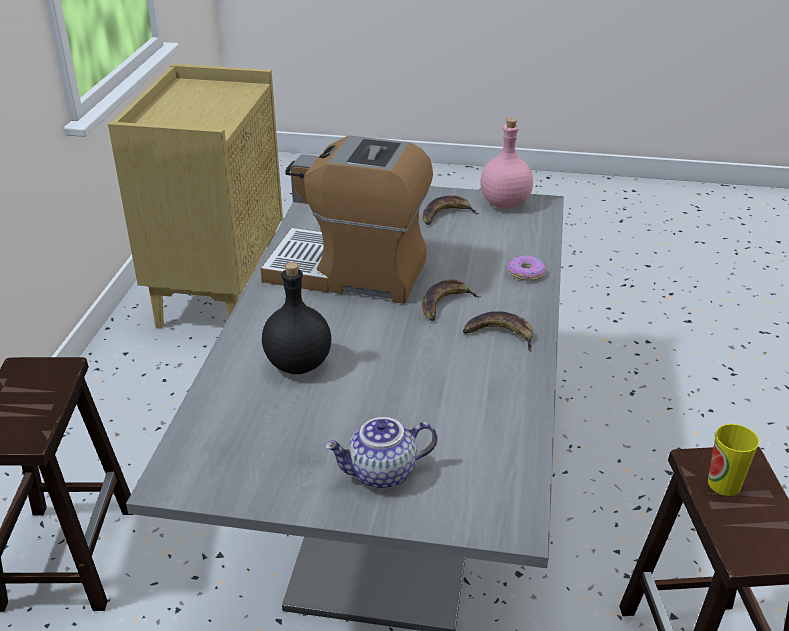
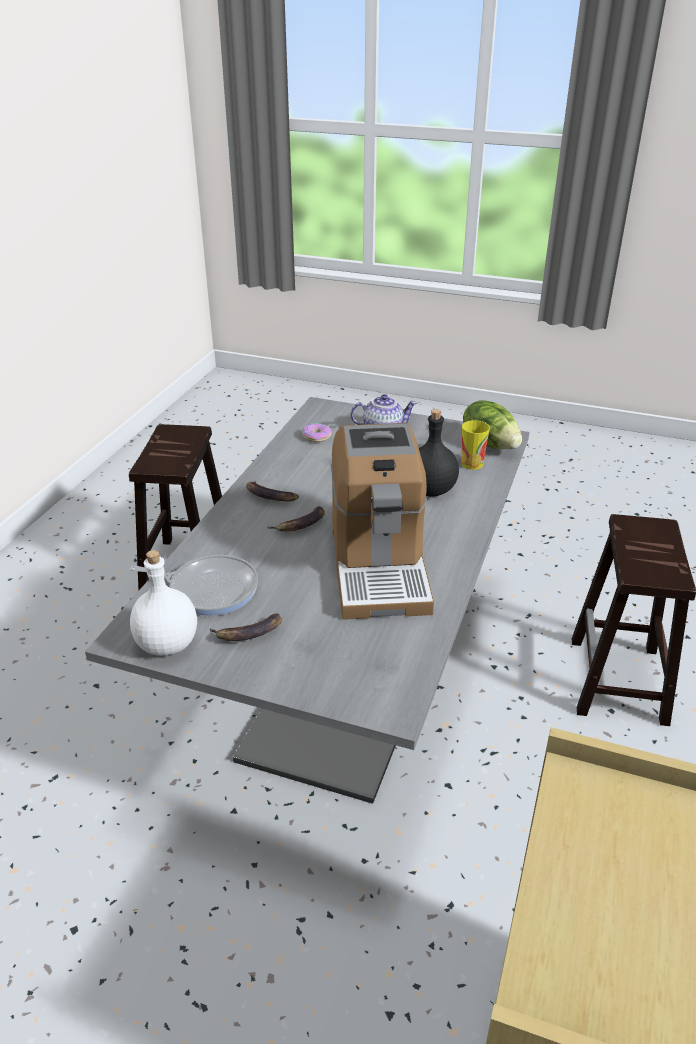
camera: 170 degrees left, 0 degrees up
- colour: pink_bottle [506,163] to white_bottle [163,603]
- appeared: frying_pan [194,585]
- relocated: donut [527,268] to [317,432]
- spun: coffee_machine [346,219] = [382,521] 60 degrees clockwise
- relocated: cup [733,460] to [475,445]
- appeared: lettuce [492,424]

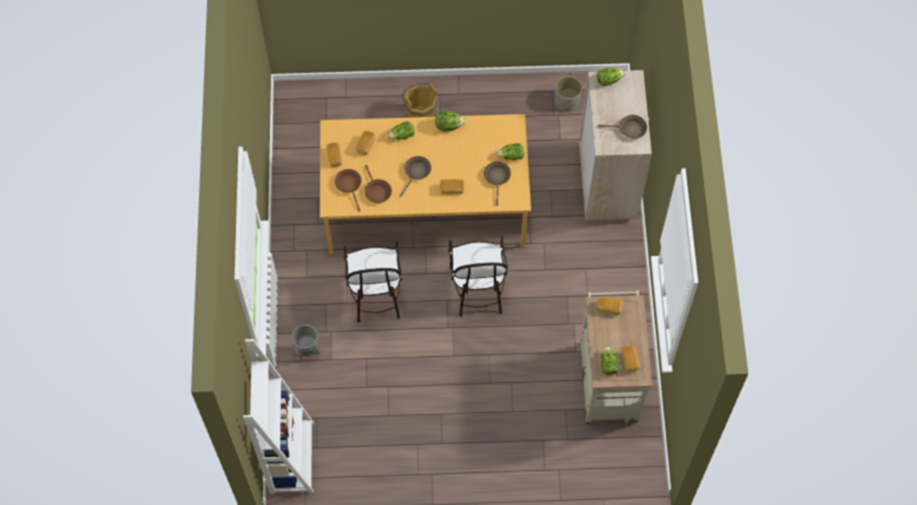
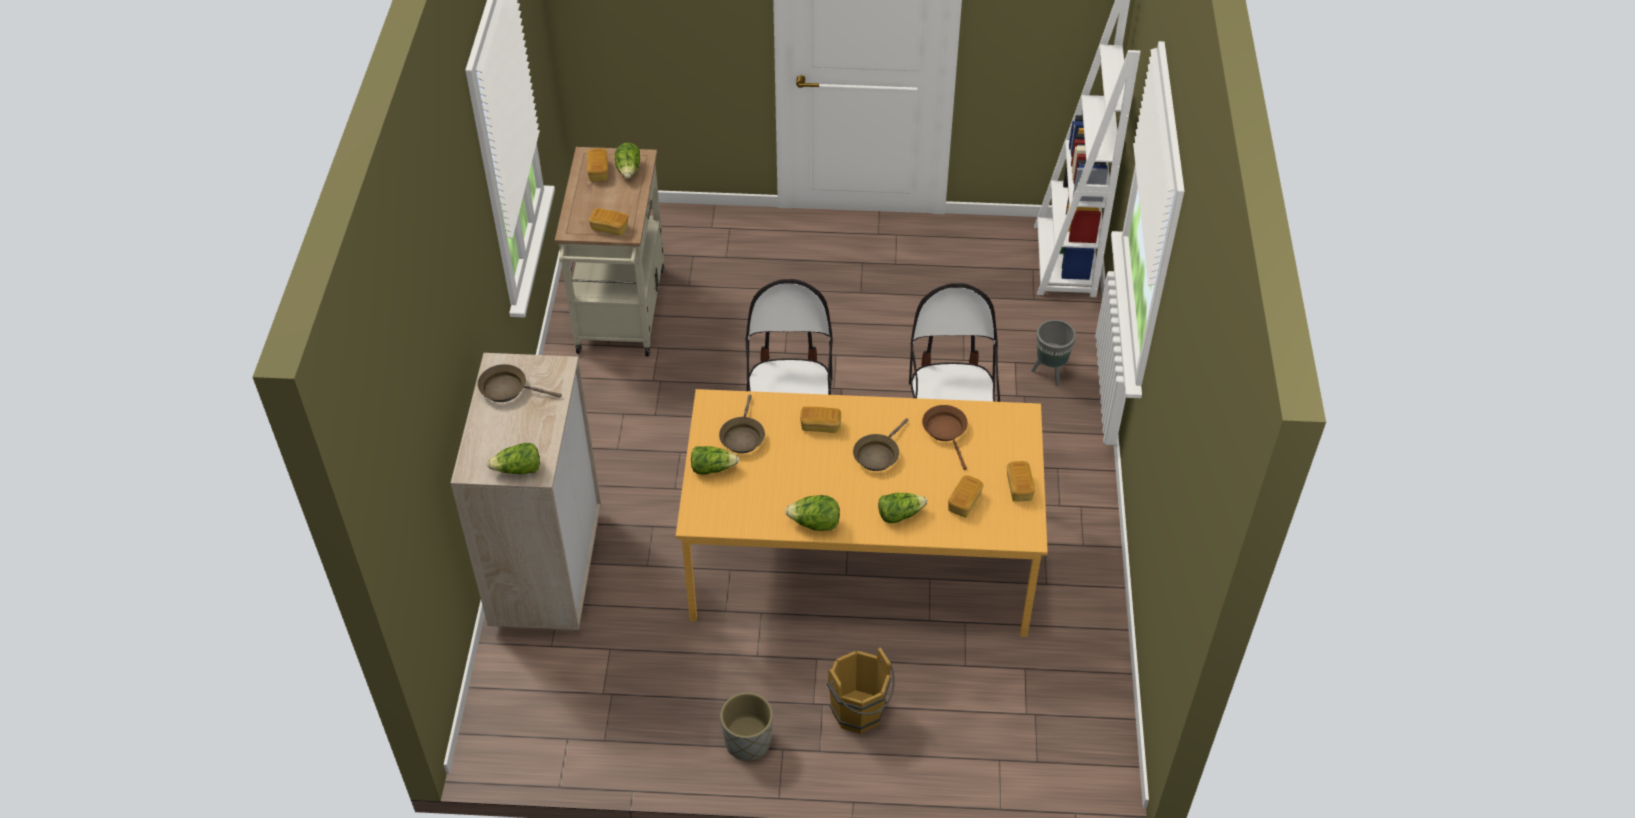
camera: 175 degrees left, 15 degrees down
- relocated: grey_planter [568,94] to [746,726]
- missing: brown_frying_pan [348,190]

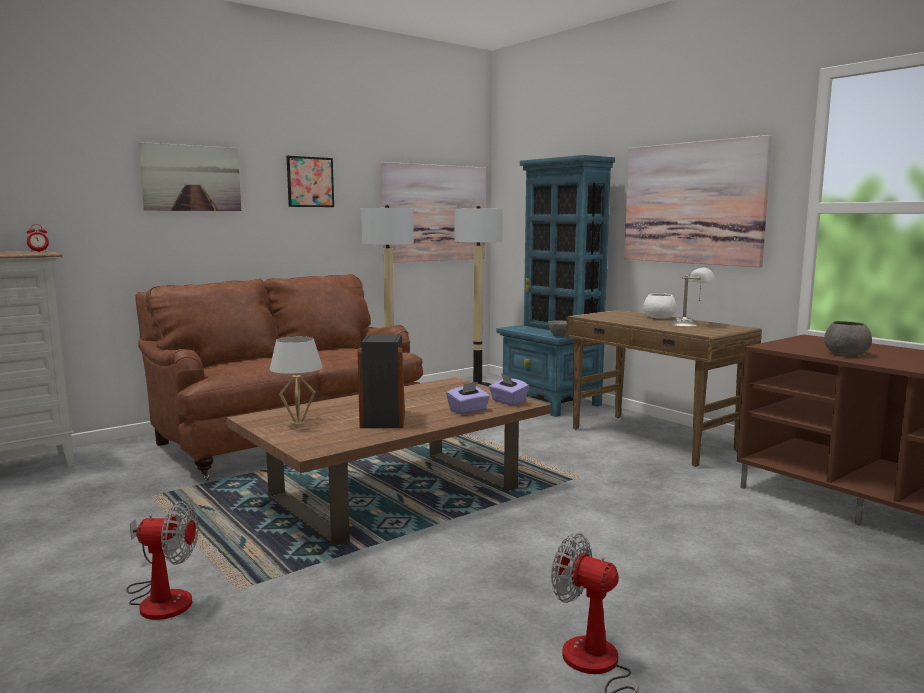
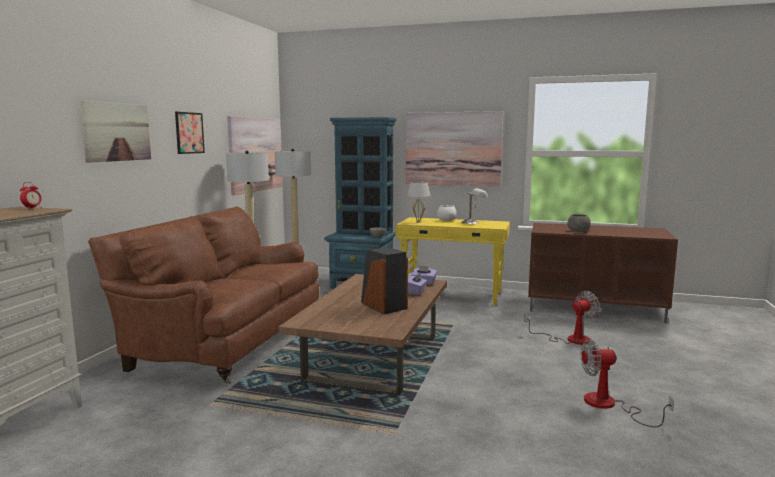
camera: 35 degrees left, 0 degrees up
- colour: brown_console_table [664,388] to yellow_console_table [453,261]
- relocated: white_table_lamp [296,381] to [419,202]
- relocated: fan [162,560] to [562,318]

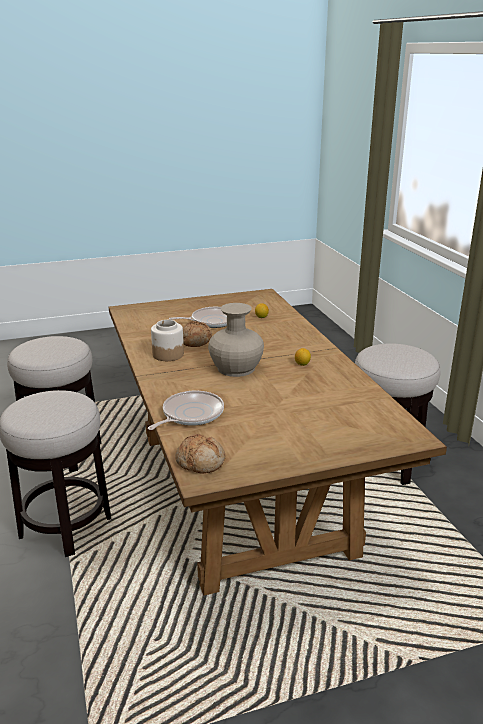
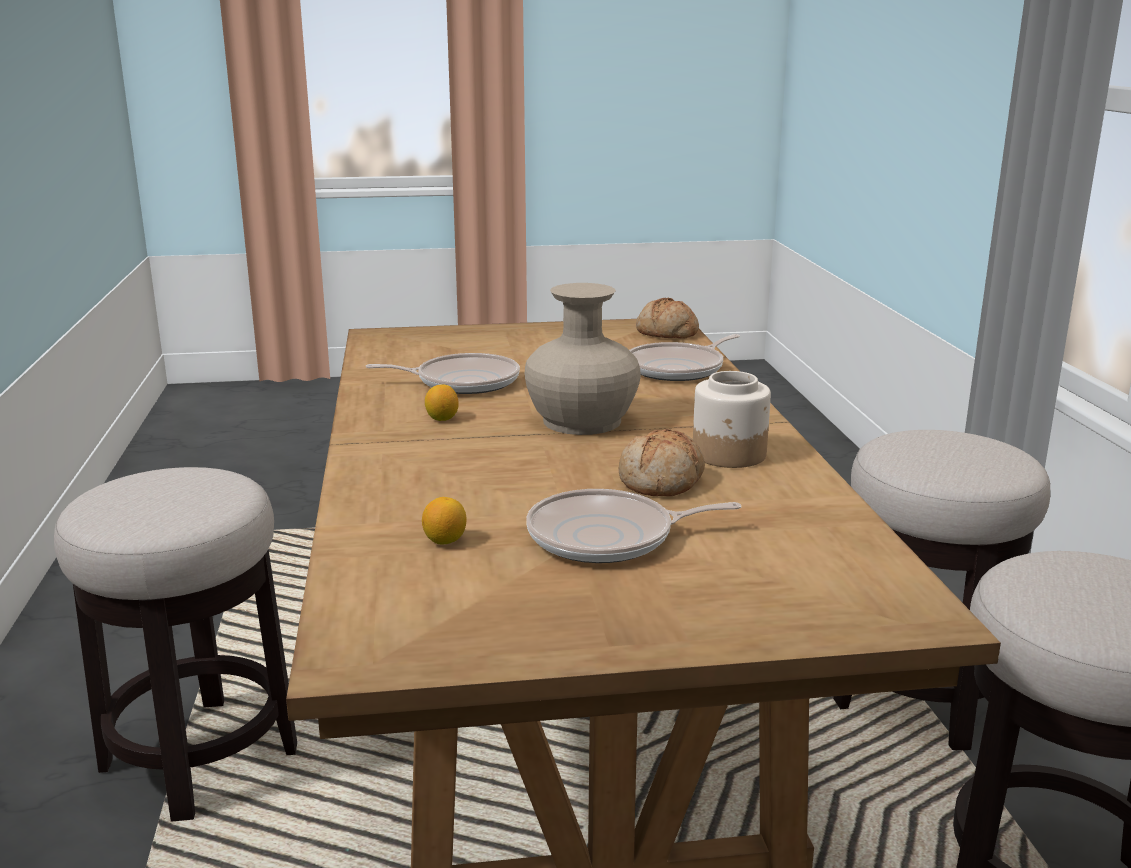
camera: 170 degrees left, 5 degrees down
- appeared: frying_pan [442,373]

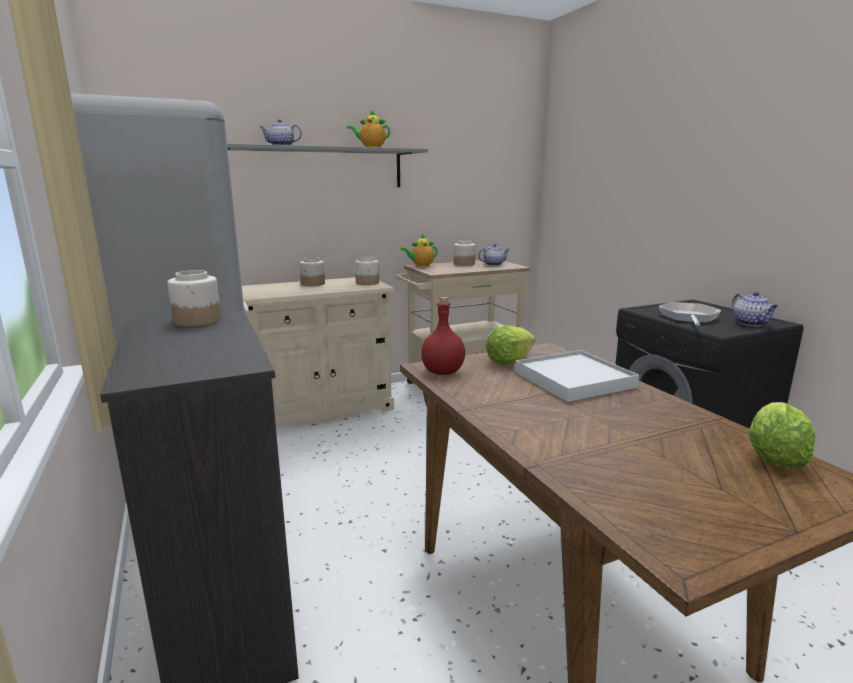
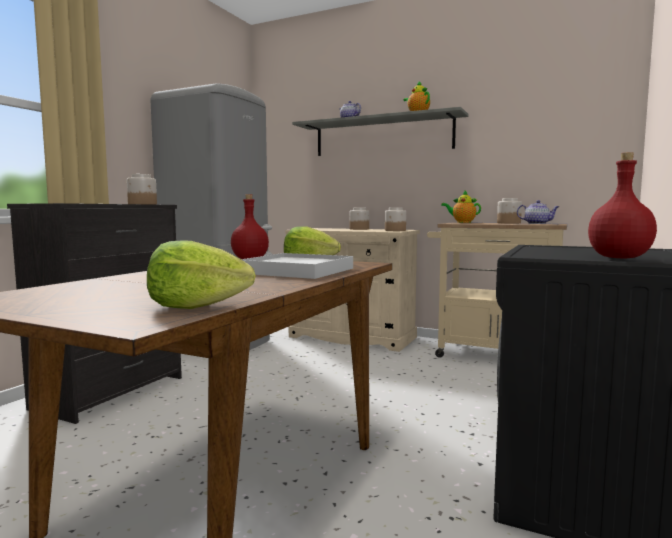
camera: 50 degrees right, 10 degrees down
- exchanged: teapot [755,308] to red_bottle [622,205]
- missing: frying_pan [690,314]

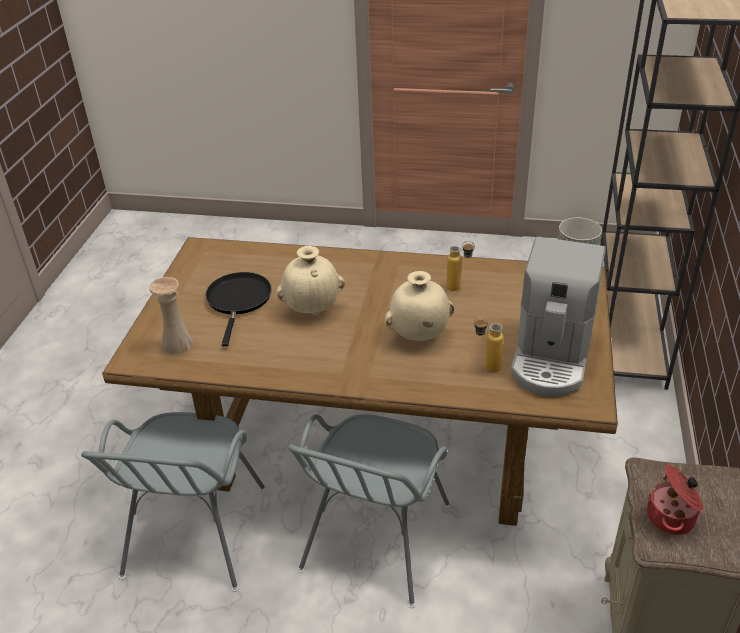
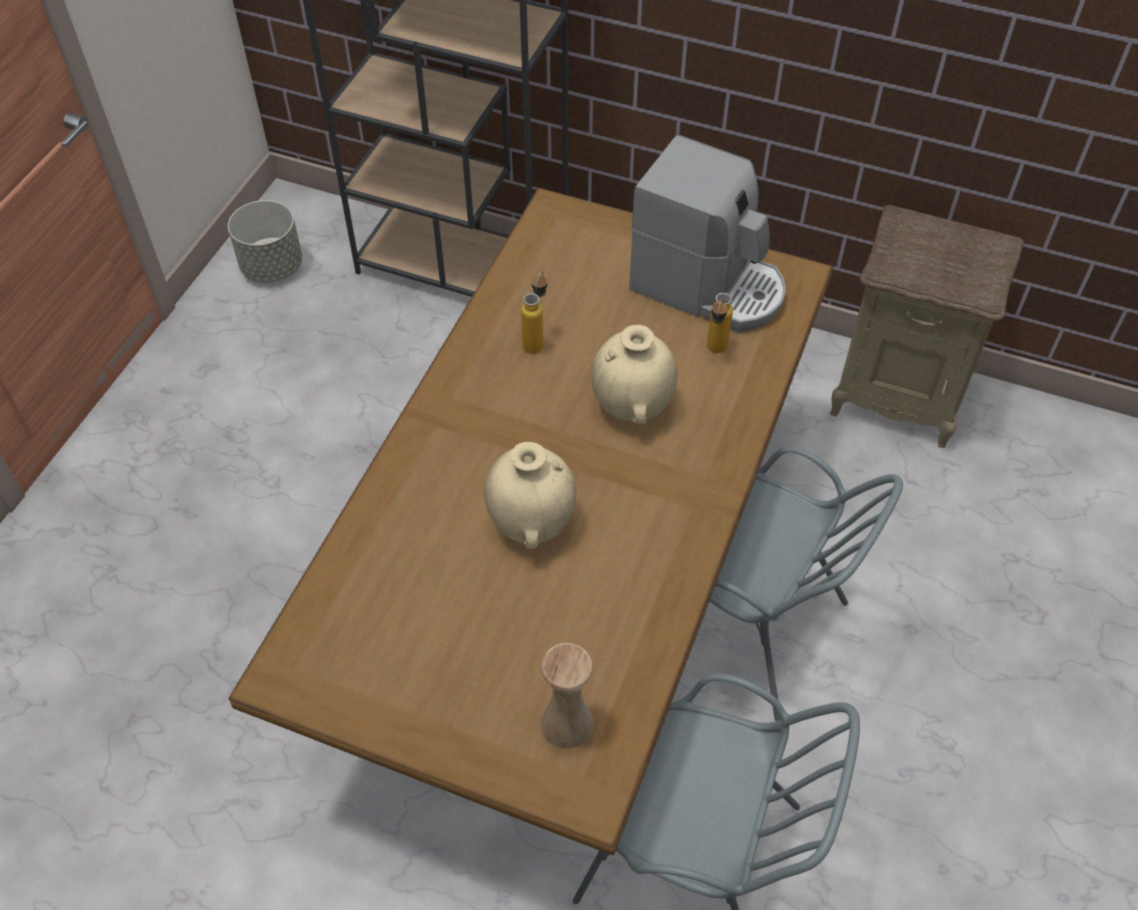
camera: 80 degrees left, 15 degrees up
- missing: black_frying_pan [238,309]
- missing: cooking_pot [675,500]

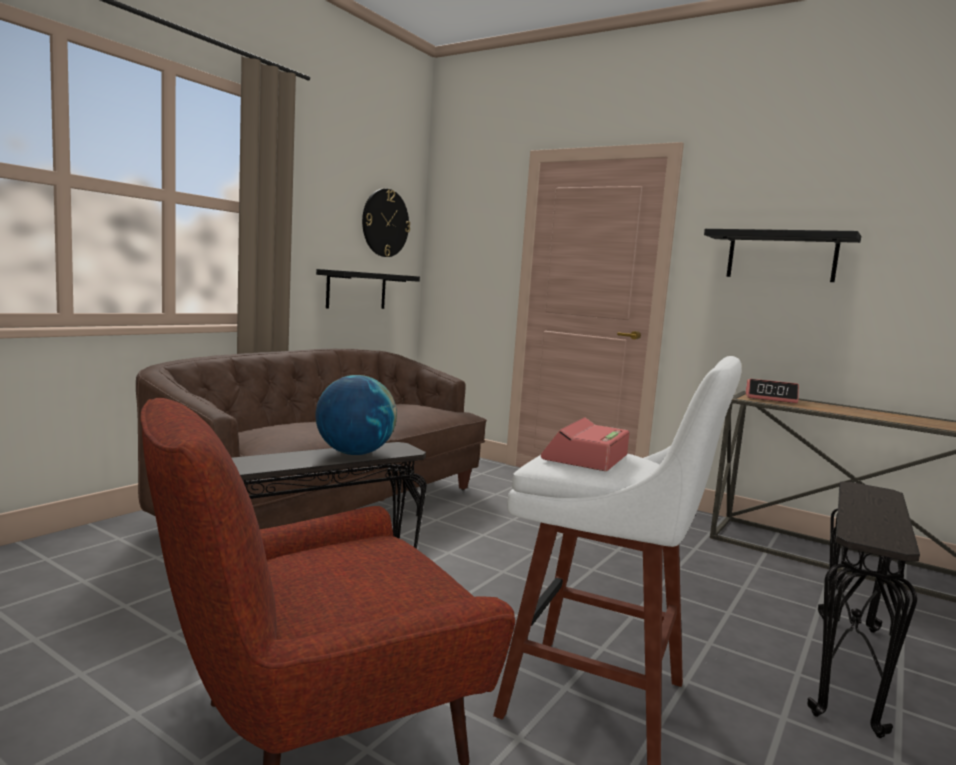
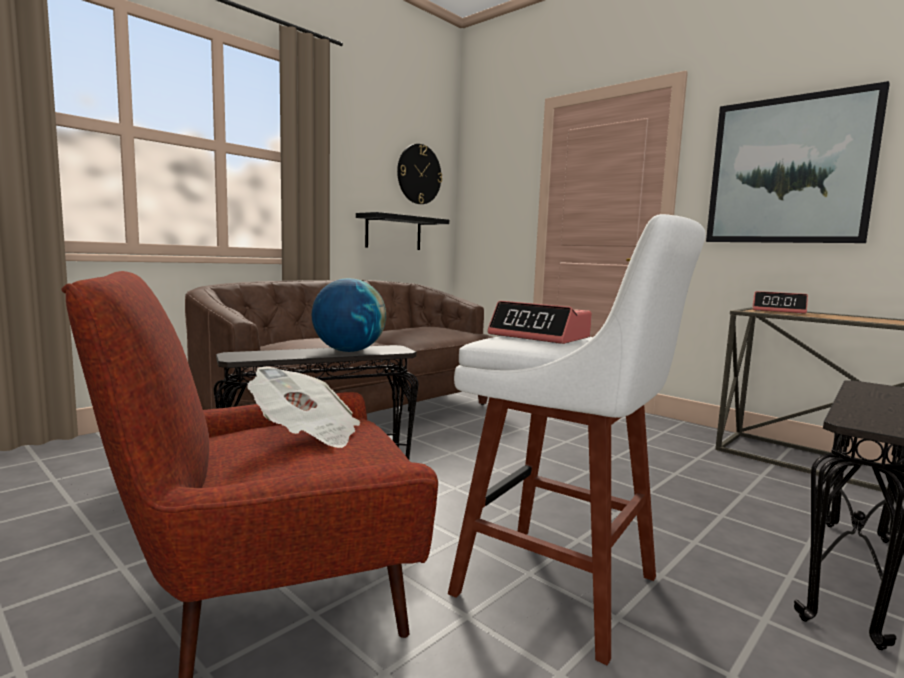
camera: 10 degrees right, 0 degrees up
- appeared: newspaper [303,407]
- spun: alarm_clock [585,444] = [539,322] 90 degrees counterclockwise
- exchanged: black_shelf [782,255] to picture [798,162]

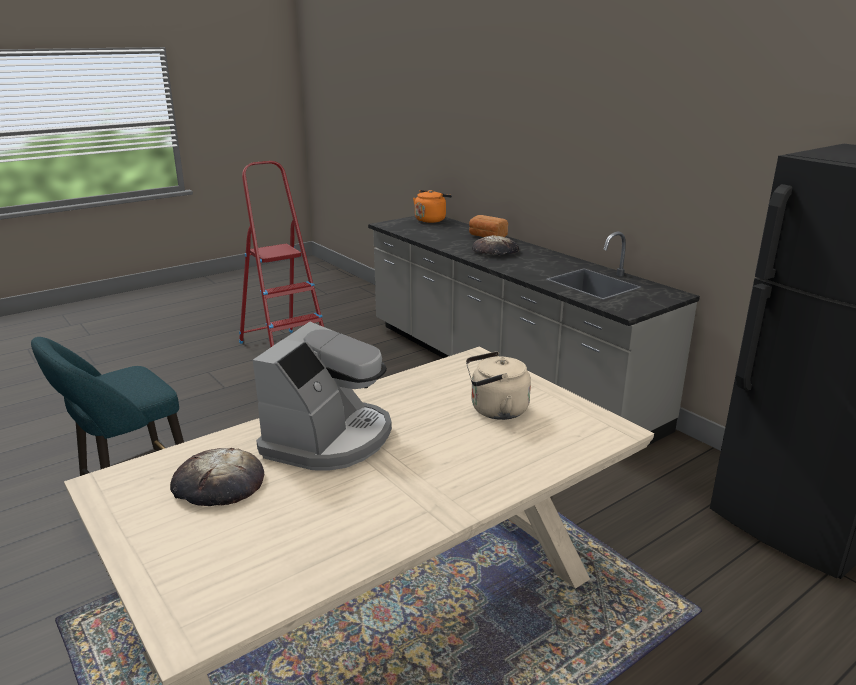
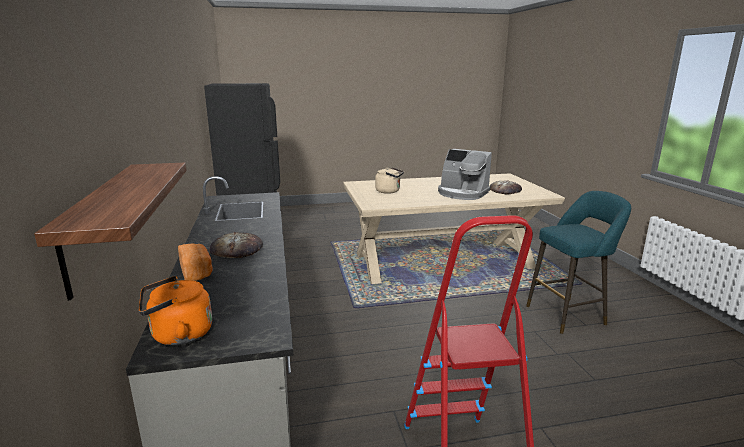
camera: 155 degrees left, 5 degrees down
- appeared: shelf [110,231]
- spun: coffee_machine [322,396] = [465,174] 105 degrees counterclockwise

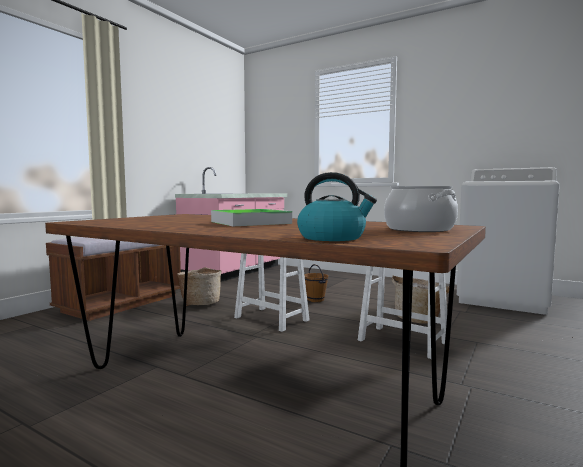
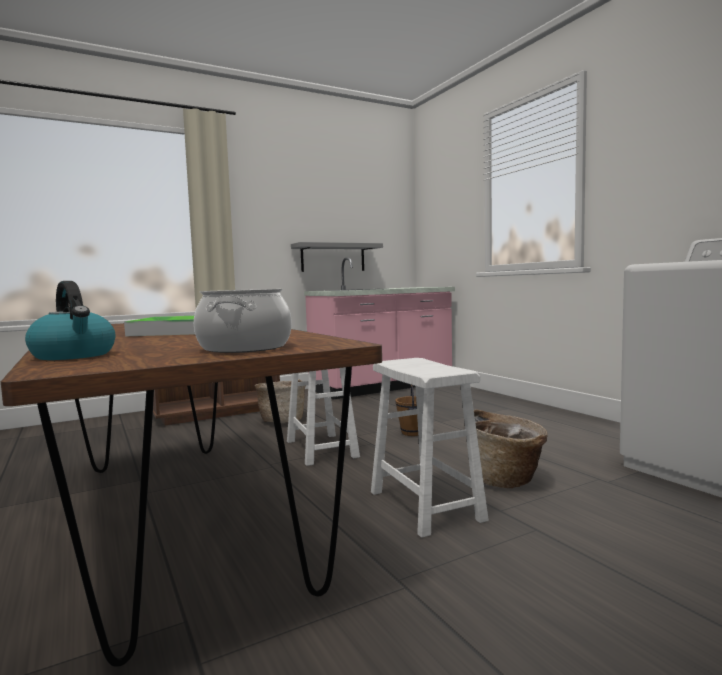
camera: 30 degrees right, 0 degrees up
- appeared: grey_shelf [337,257]

